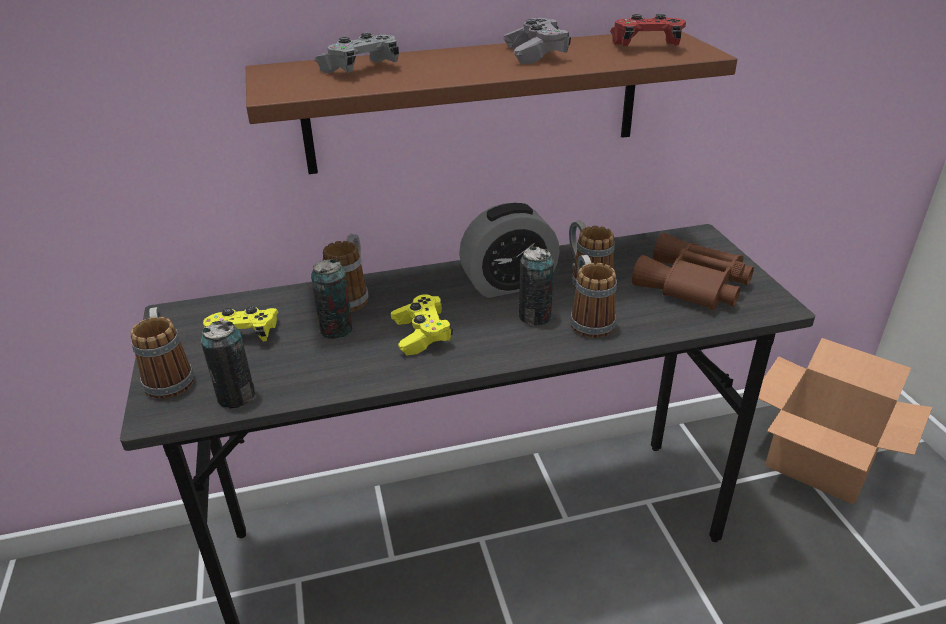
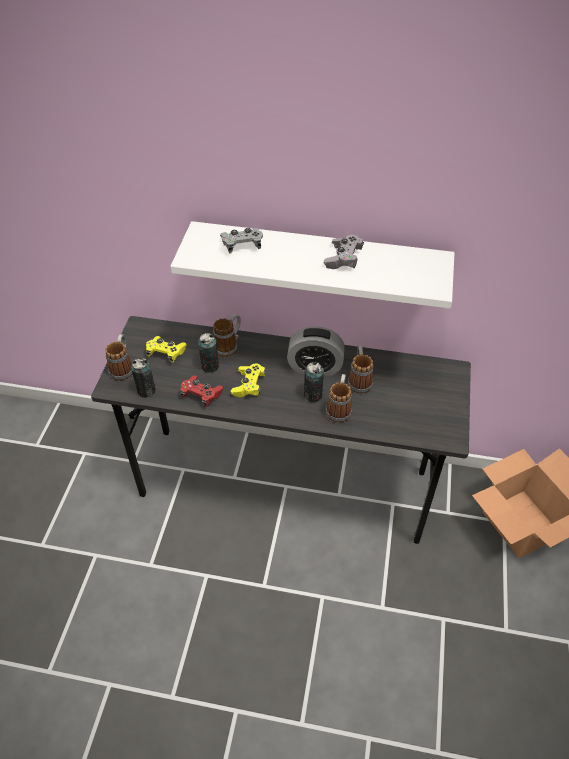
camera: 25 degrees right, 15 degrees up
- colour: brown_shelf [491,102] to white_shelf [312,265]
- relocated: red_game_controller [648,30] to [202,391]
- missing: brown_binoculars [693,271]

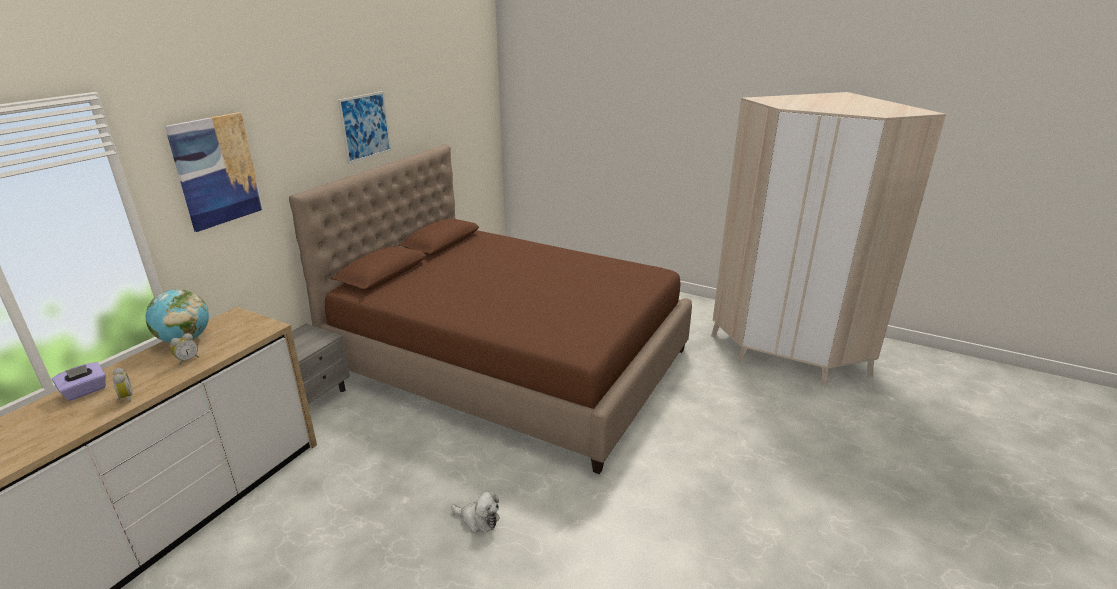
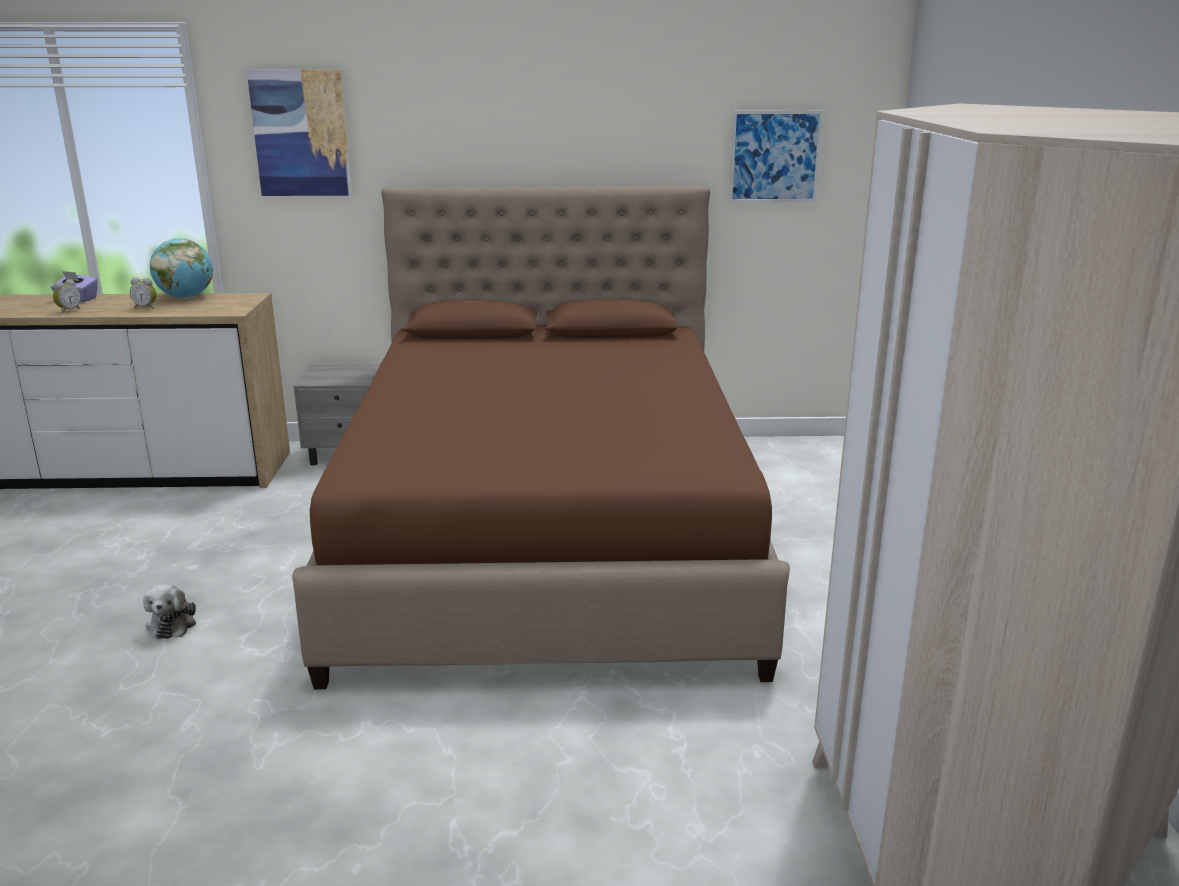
camera: 60 degrees right, 5 degrees down
- relocated: picture [364,127] to [776,156]

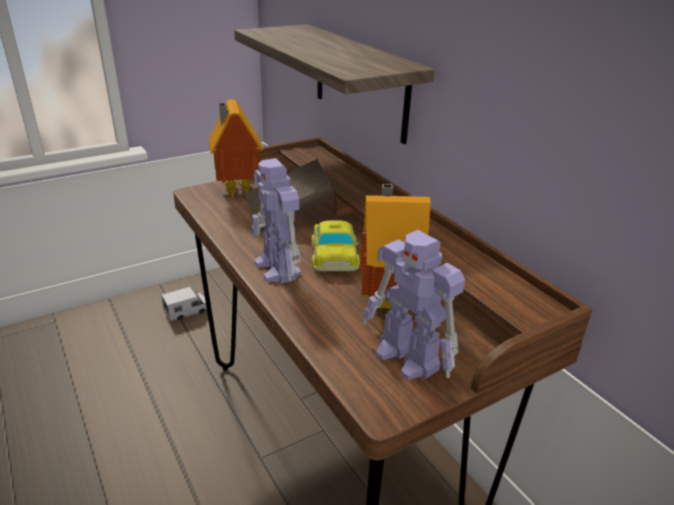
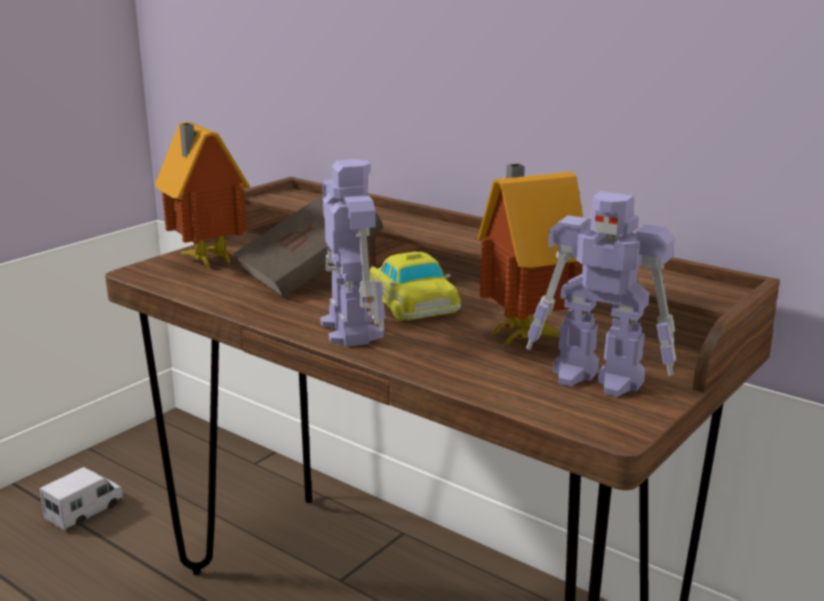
camera: 20 degrees left, 10 degrees down
- spun: toy_robot [276,221] = [352,253] 150 degrees counterclockwise
- missing: shelf [334,84]

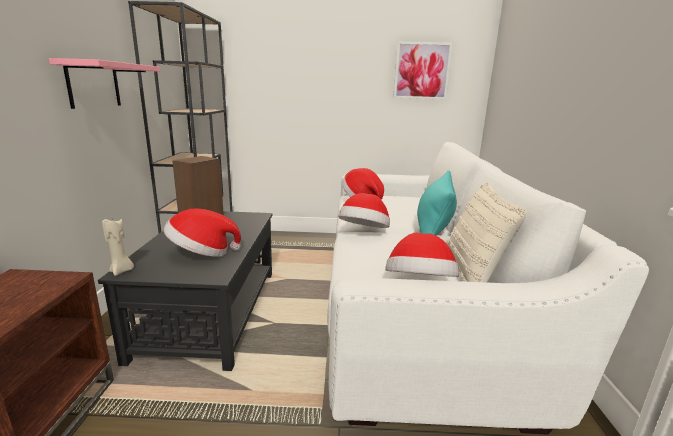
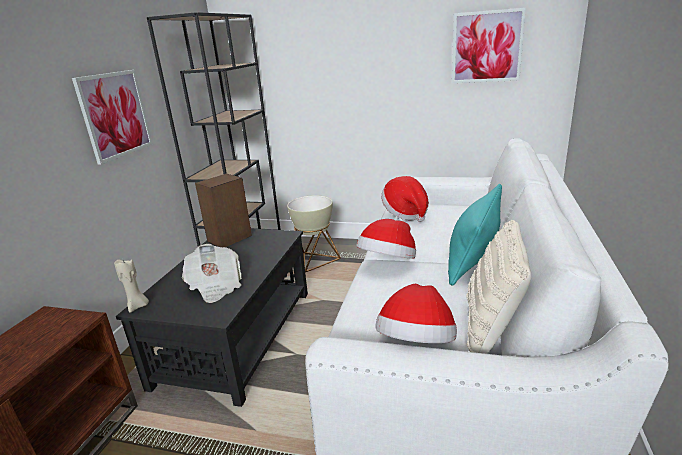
camera: 15 degrees right, 5 degrees up
- exchanged: pink_shelf [104,83] to picture [112,117]
- exchanged: hat [202,232] to newspaper [211,273]
- appeared: planter [314,233]

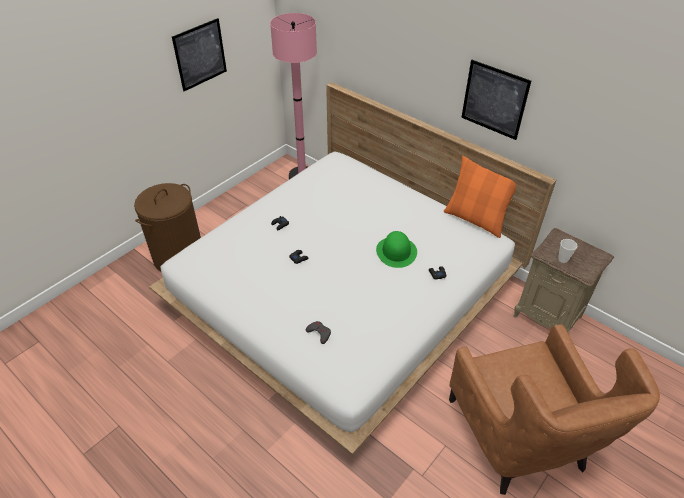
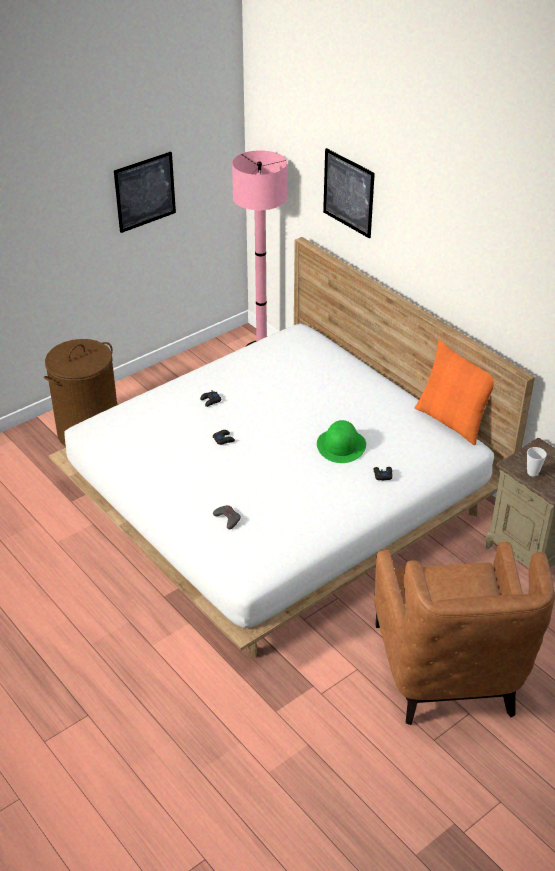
camera: 10 degrees right, 5 degrees down
- relocated: picture [496,100] to [349,193]

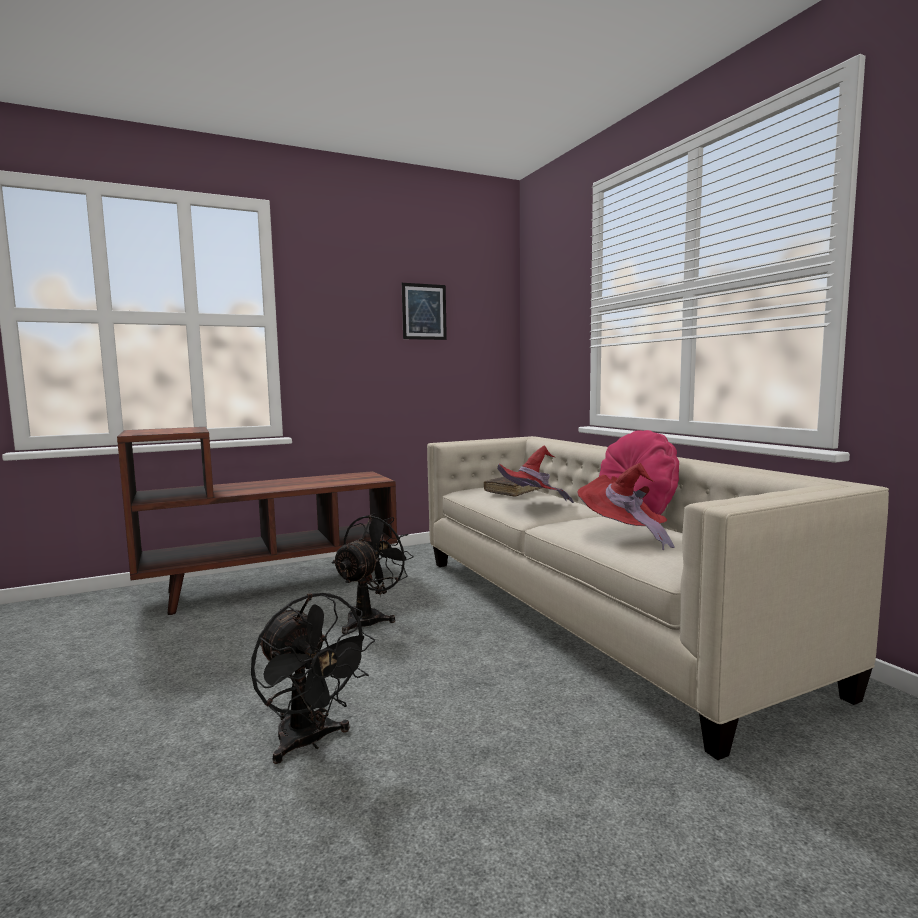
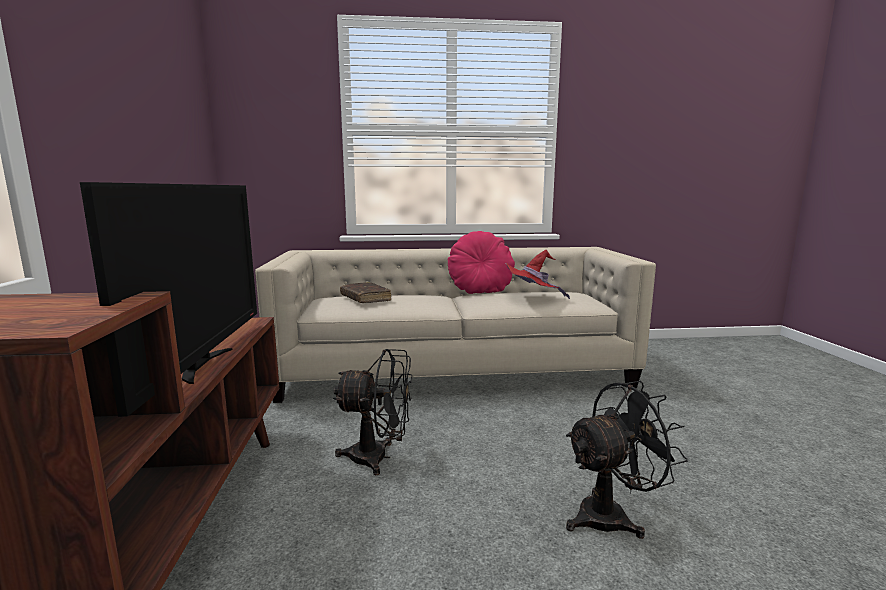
camera: 70 degrees left, 5 degrees up
- appeared: television [168,299]
- spun: black_fan [372,573] = [372,412] 135 degrees clockwise
- missing: picture [424,311]
- missing: red_hat [535,474]

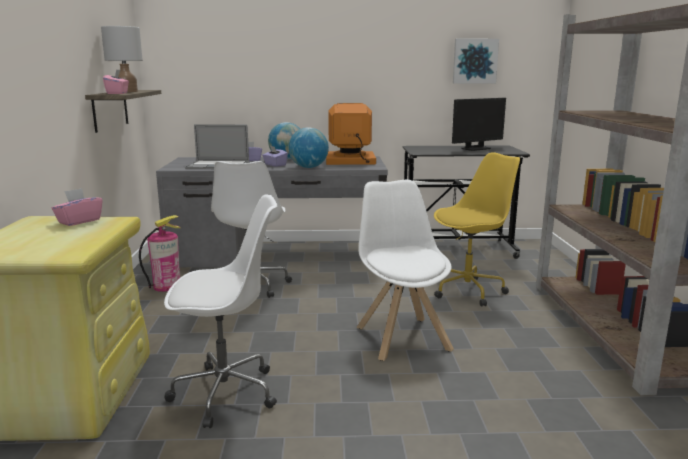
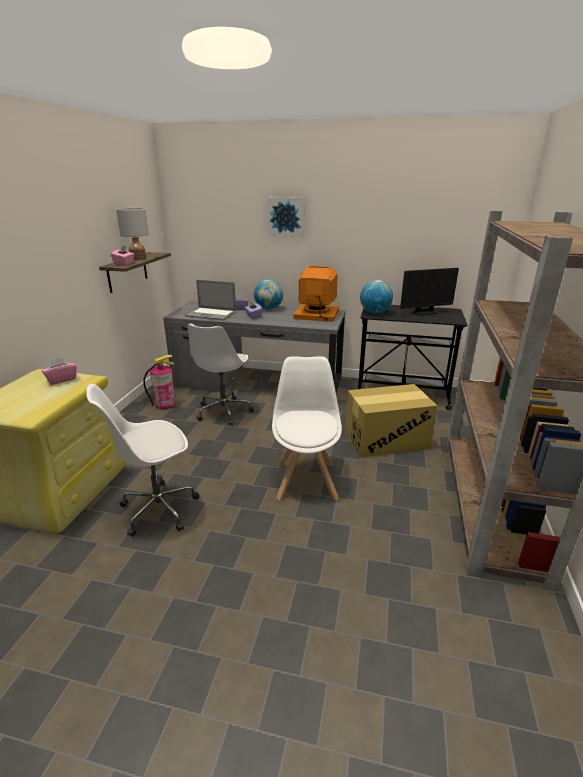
camera: 15 degrees right, 10 degrees up
- spun: white_office_chair [220,311] = [143,460] 150 degrees clockwise
- relocated: picture [476,61] to [286,217]
- exchanged: yellow_office_chair [477,229] to cardboard_box [391,420]
- relocated: globe [308,147] to [376,296]

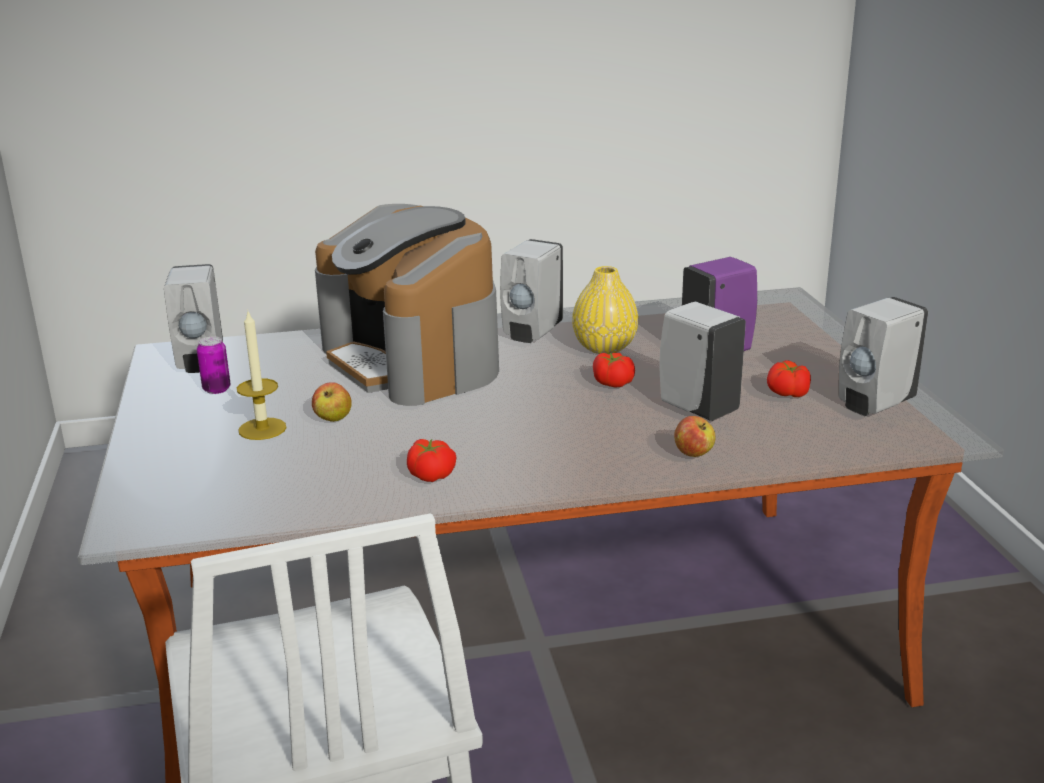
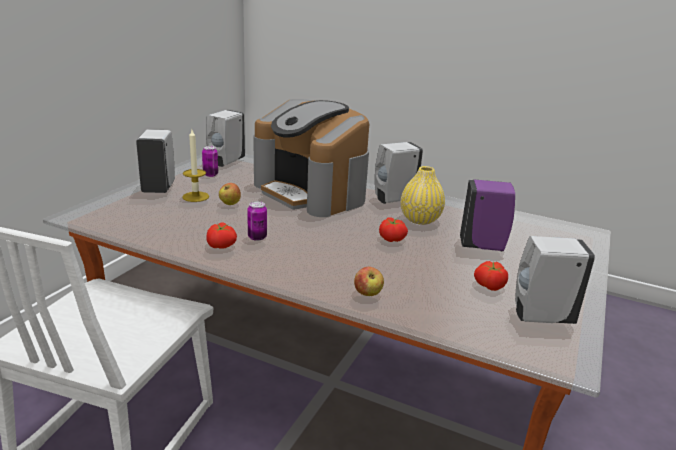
camera: 35 degrees right, 0 degrees up
- relocated: white_soap_dispenser [702,361] to [155,161]
- appeared: can [257,221]
- spun: coffee_machine [407,305] = [311,158] 45 degrees counterclockwise

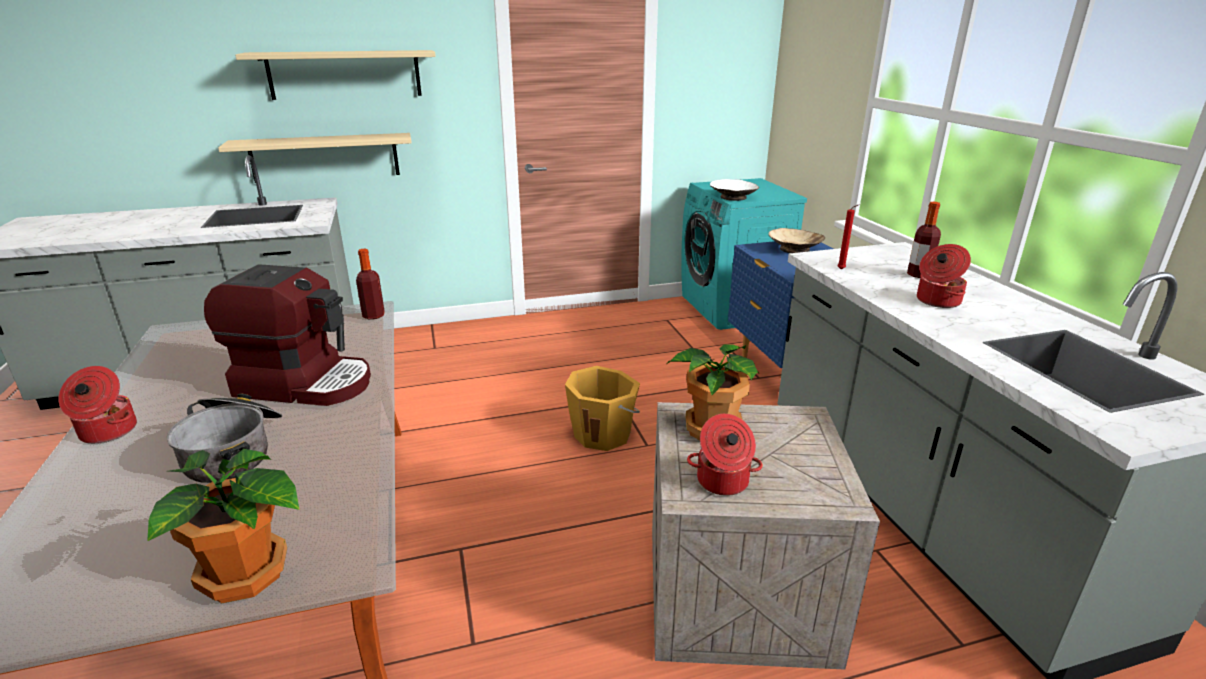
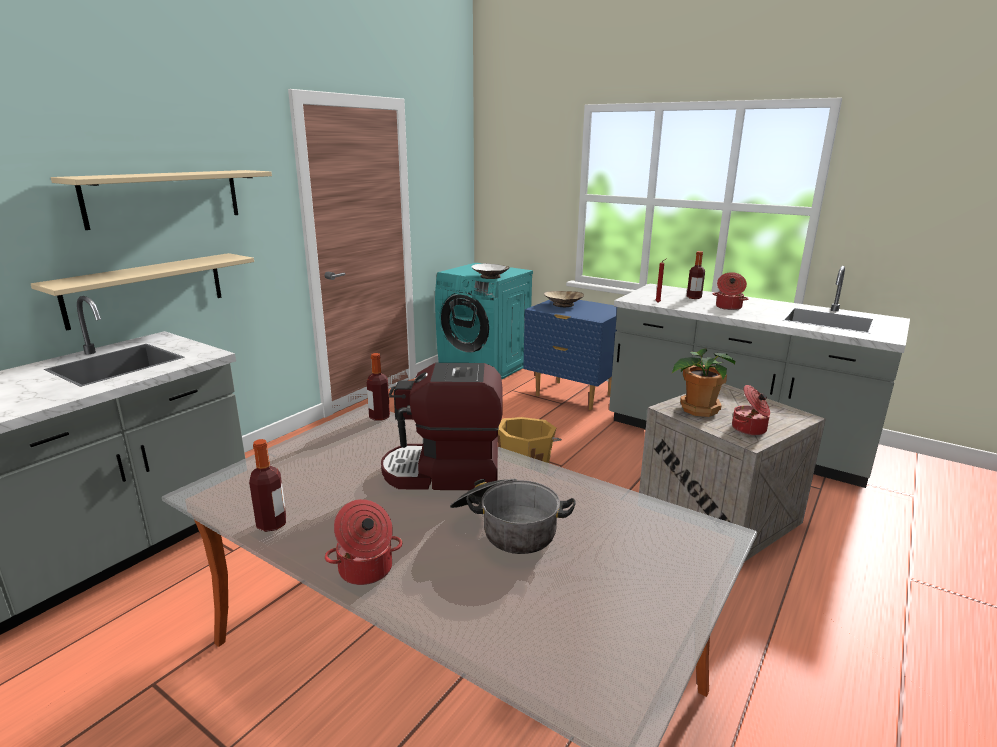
camera: 40 degrees left, 5 degrees down
- appeared: bottle [267,485]
- spun: coffee_machine [287,335] = [442,426] 150 degrees counterclockwise
- missing: potted_plant [223,526]

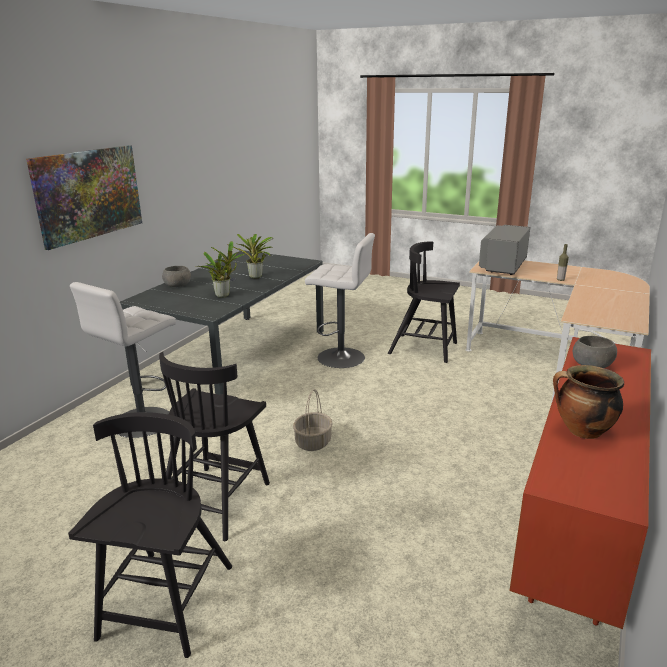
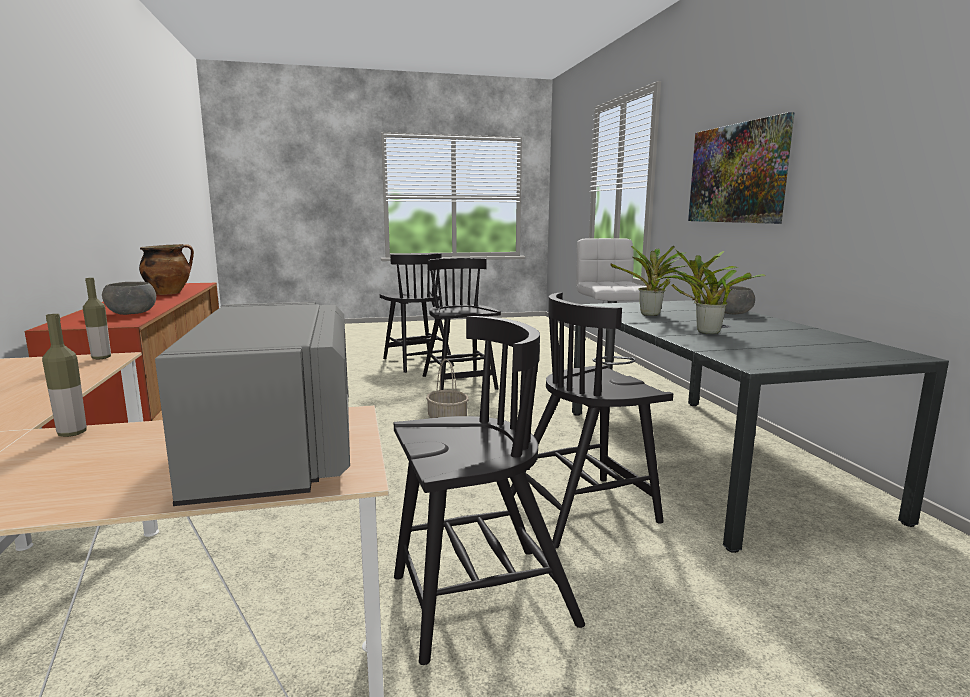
camera: 140 degrees right, 10 degrees down
- appeared: bottle [97,318]
- exchanged: white_stool [340,300] to black_chair [592,421]

